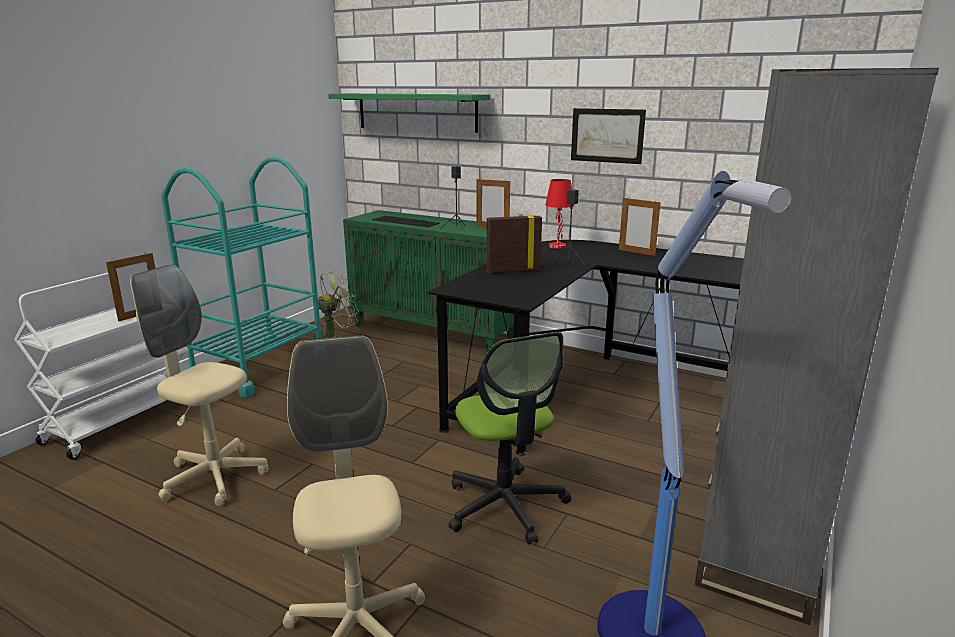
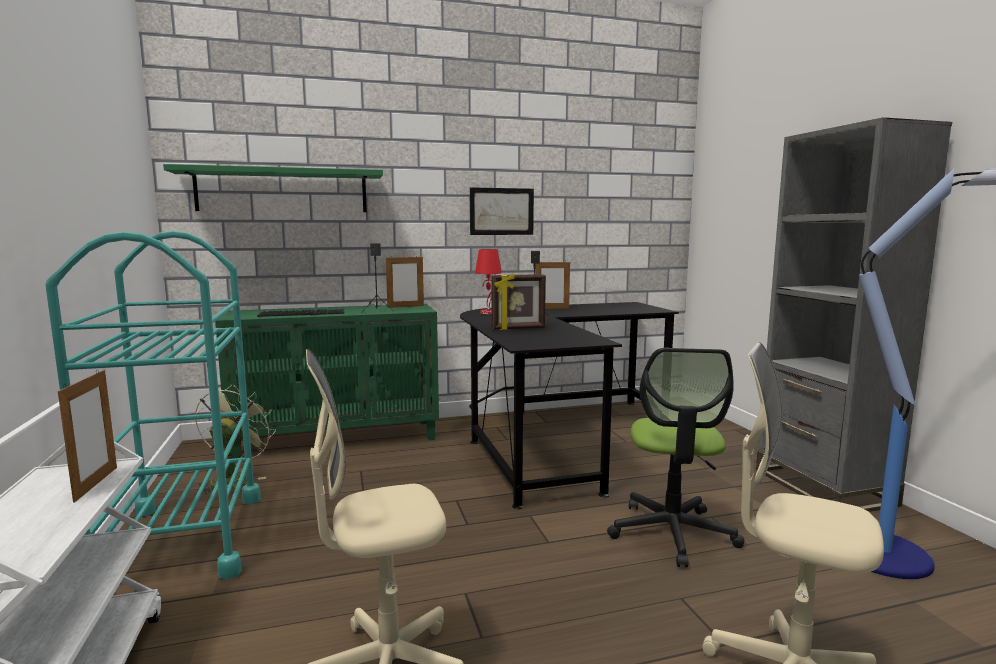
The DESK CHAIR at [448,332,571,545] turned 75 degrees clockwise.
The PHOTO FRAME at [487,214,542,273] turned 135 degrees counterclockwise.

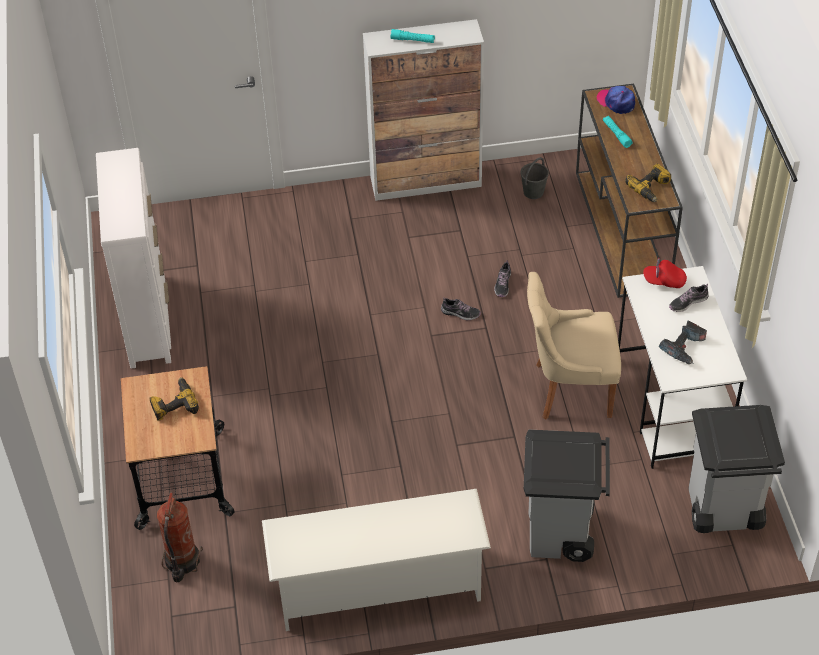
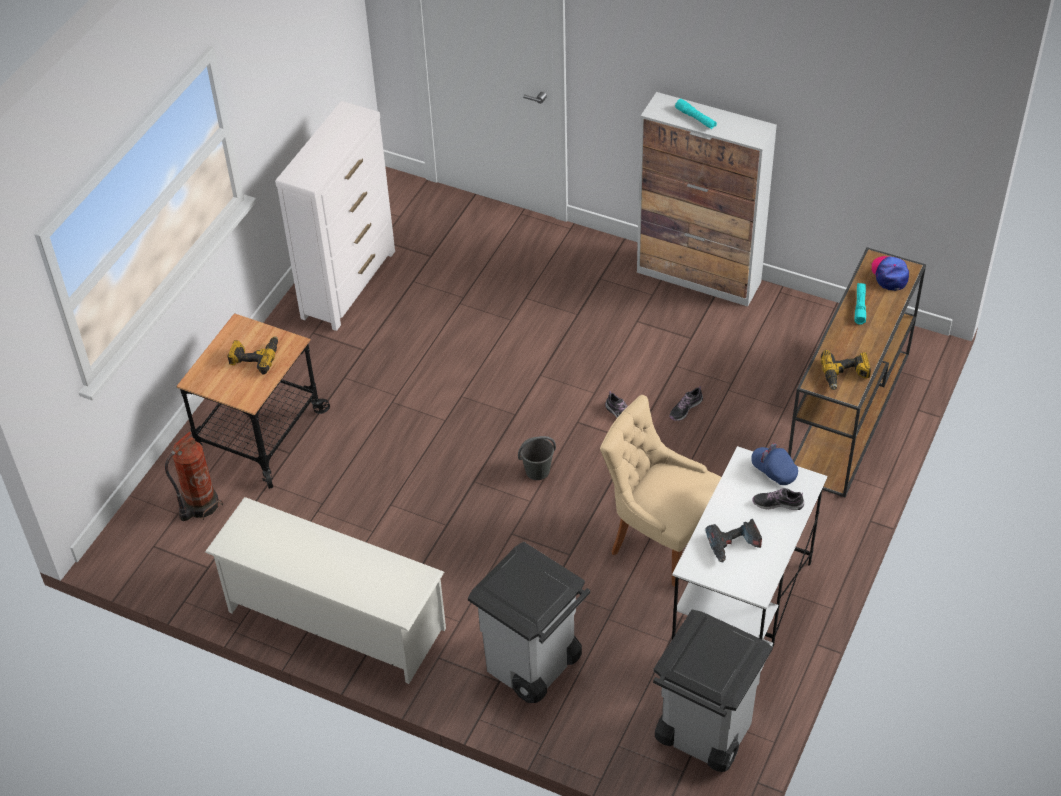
The GREYISH PAIL moved from [520,157,549,199] to [518,436,556,480].
The RED-COLOURED CAP at [643,258,687,288] became the BLUE-COLOURED CAP at [751,443,798,485].

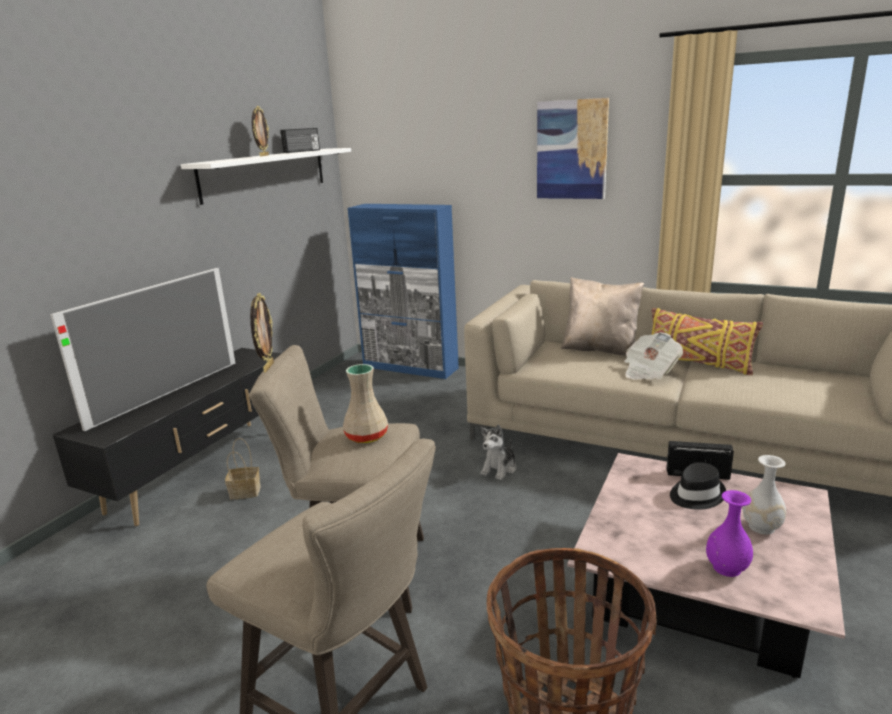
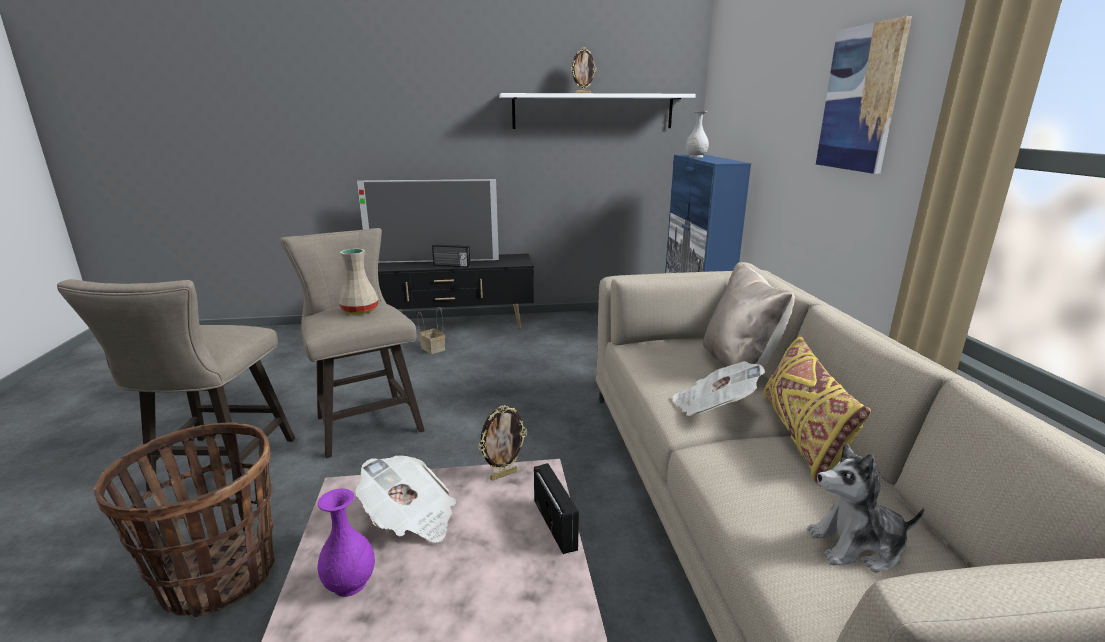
The BLACK-COLOURED WEARABLE HAT at [670,462,726,510] disappeared.
The DAILY PAPER at [355,456,456,543] appeared.
The PHOTO FRAME moved from [250,293,274,372] to [479,405,527,481].
The RADIO moved from [281,128,320,153] to [432,244,470,267].
The CUDDLY TOY moved from [480,425,516,480] to [807,443,924,573].
The WHITE VASE moved from [743,455,786,535] to [686,111,709,158].

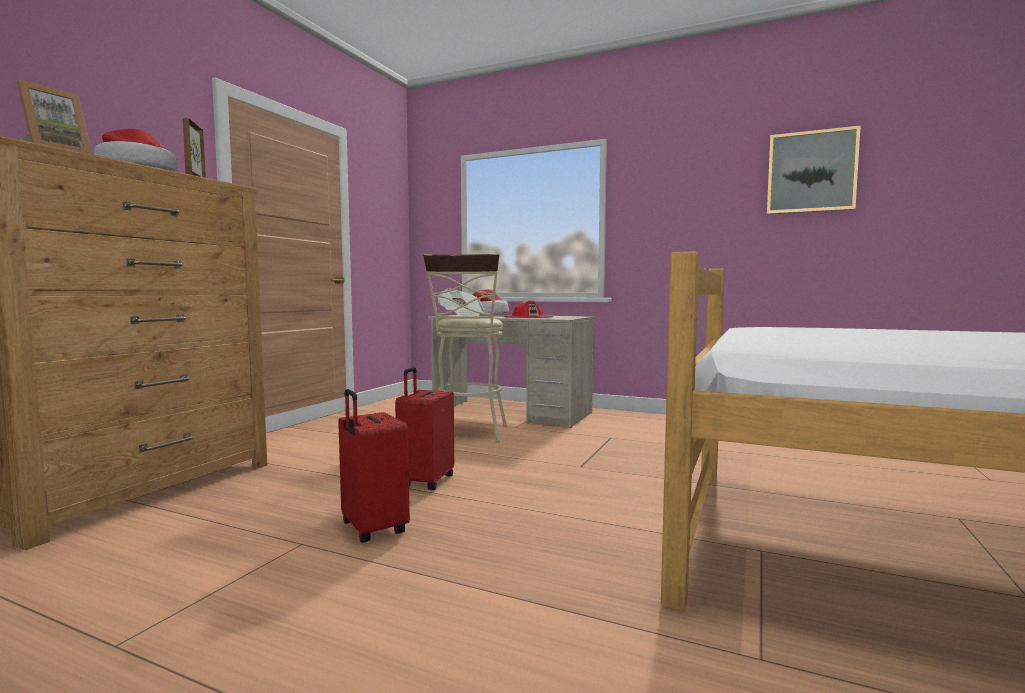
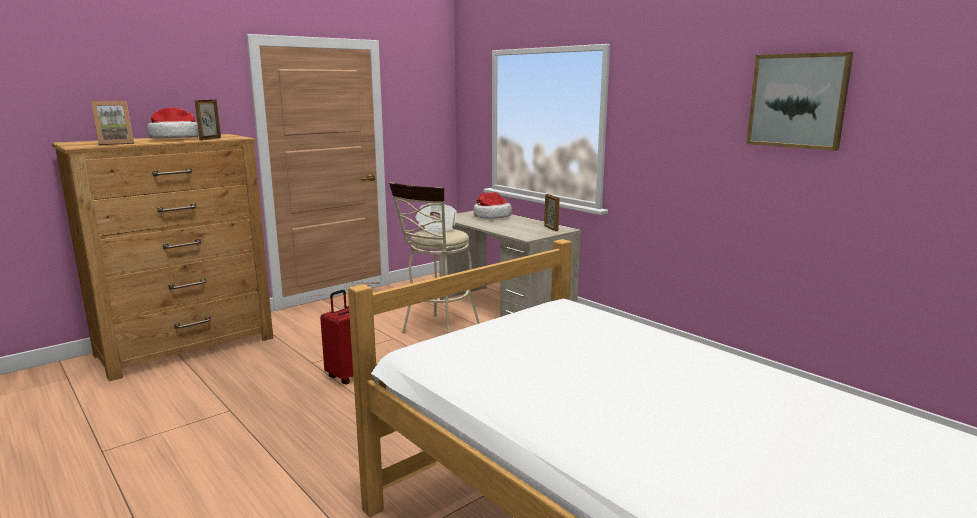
The RED-COLOURED PIECE OF LUGGAGE at [338,389,410,543] disappeared.
The RED-COLOURED WEARABLE HAT at [502,301,554,318] disappeared.
The PHOTO FRAME at [544,194,559,231] appeared.

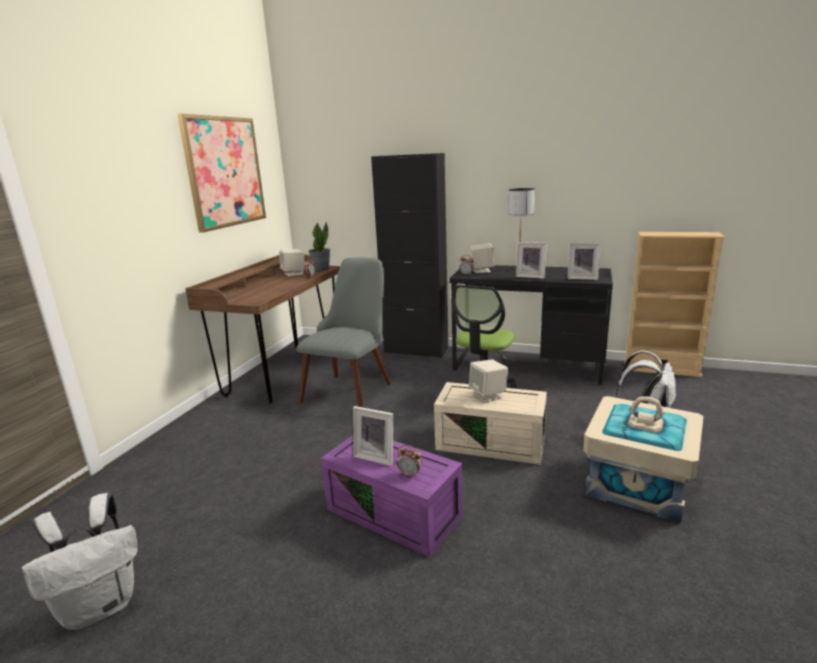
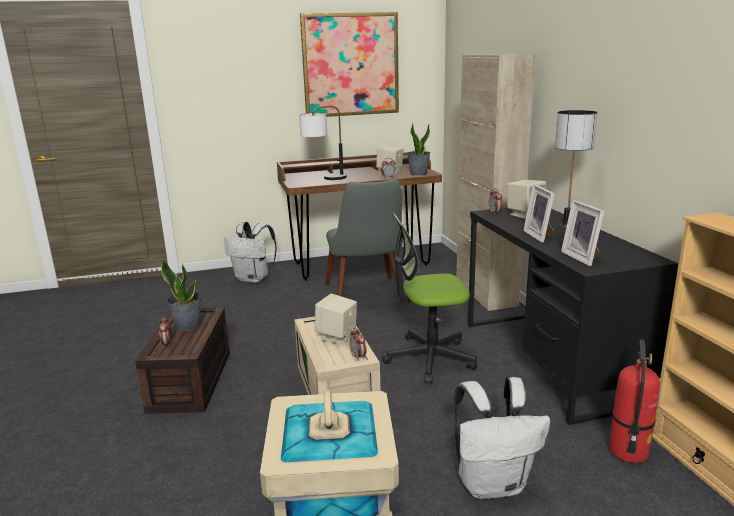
The TABLETOP LAMP at [299,106,347,180] appeared.
The TABLE CLOCK at [349,328,367,361] appeared.
The FIRE-FIGHTING CYLINDER at [609,339,660,463] appeared.
The WHITE RUCKSACK moved from [22,493,138,630] to [225,222,277,283].
The PHOTO FRAME at [353,406,393,466] was replaced by the PLANT IN A POT at [161,258,201,331].
The PURPLE STORAGE BIN at [321,435,463,557] became the BROWN-COLOURED STORAGE BIN at [135,307,230,414].
The BLACK-COLOURED CABINET at [371,153,448,358] became the SAND-COLOURED CABINET at [457,54,535,311].
The GREYISH UPRIGHT CHAIR at [296,258,391,408] turned 90 degrees clockwise.

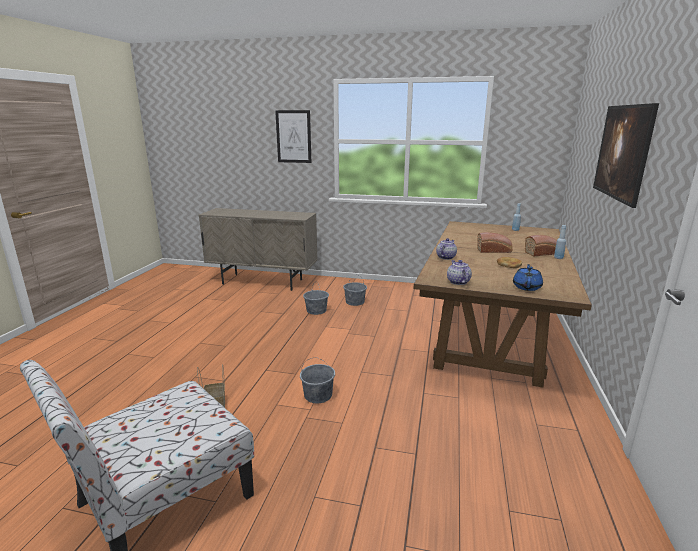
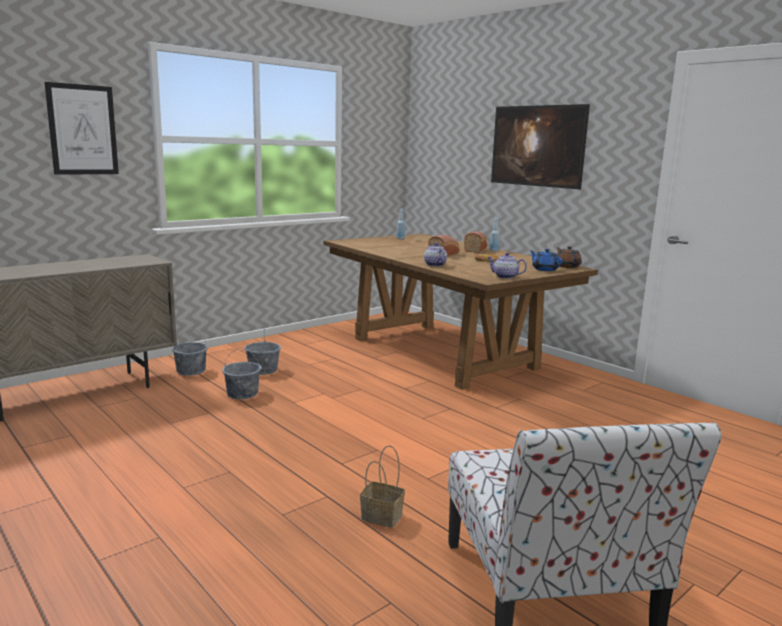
The BROWN-COLOURED POT FOR TEA at [556,246,582,268] appeared.
The GREYISH PAIL moved from [300,357,335,403] to [172,329,208,376].

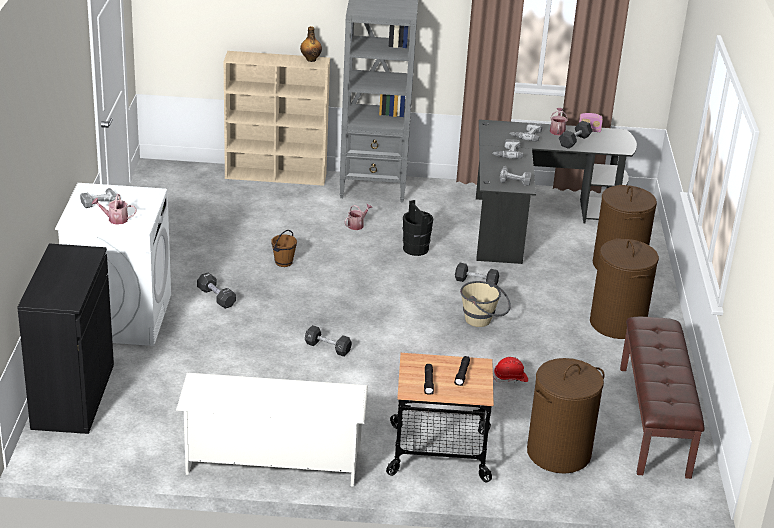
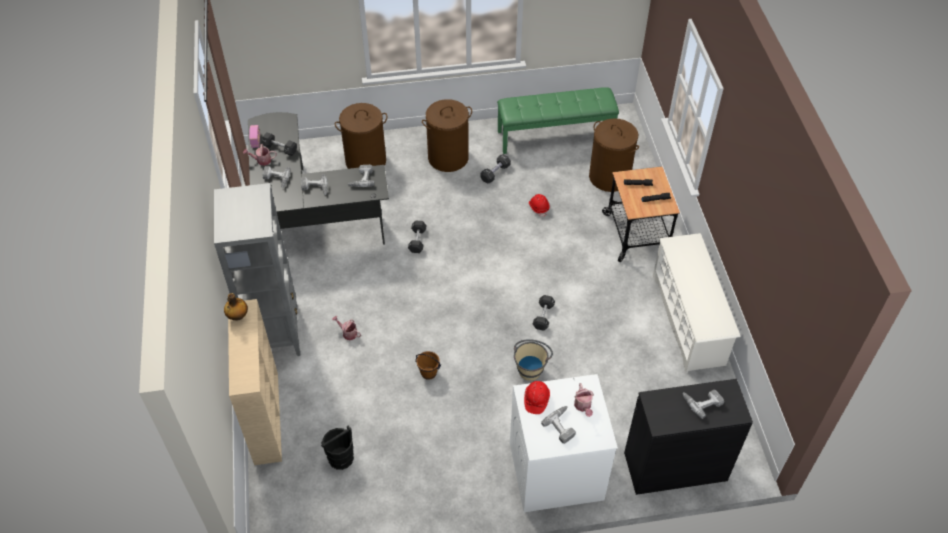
The RED-COLOURED HARD HAT at [524,381,550,414] appeared.
The DRILL at [683,390,724,419] appeared.
The BLACK-COLOURED FREE WEIGHT moved from [197,272,236,309] to [481,154,511,183].
The BLACK-COLOURED PAIL moved from [403,200,433,256] to [321,426,354,470].
The SAND-COLOURED PAIL moved from [460,280,511,327] to [514,339,553,381].
The BROWN-COLOURED LONG SEAT at [620,317,705,479] became the GREEN-COLOURED LONG SEAT at [497,87,619,154].

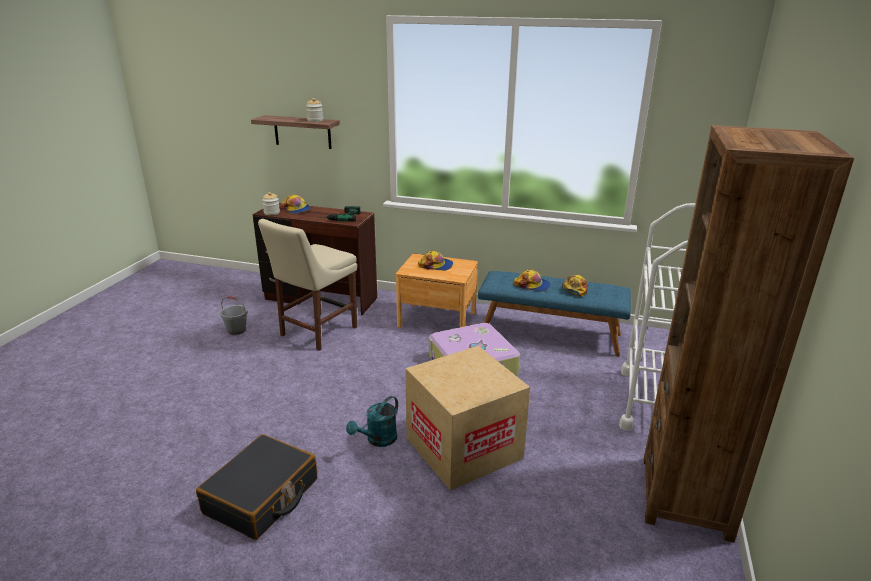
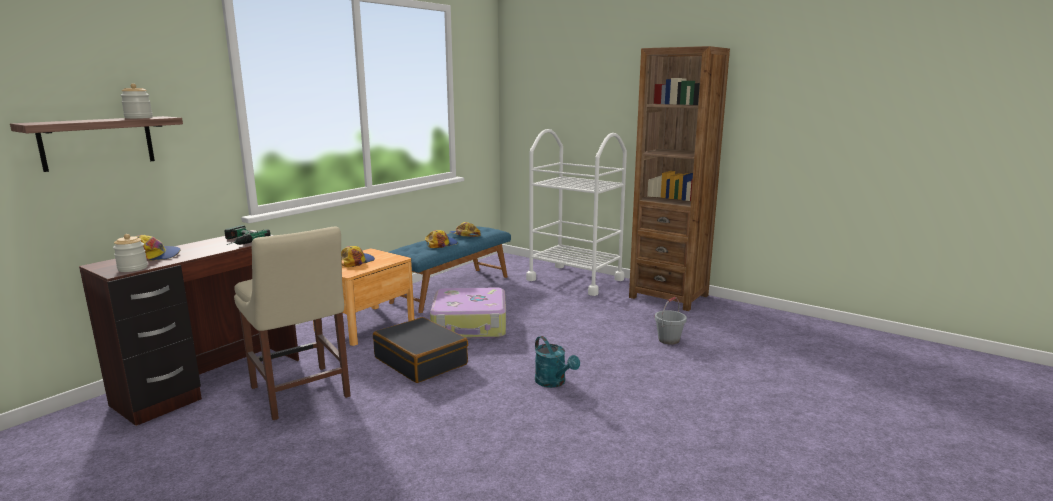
The CARTON at [405,346,530,491] disappeared.
The BLACK-COLOURED PIECE OF LUGGAGE moved from [196,434,317,540] to [373,317,468,383].
The GREYISH PAIL moved from [220,296,248,335] to [655,297,687,345].

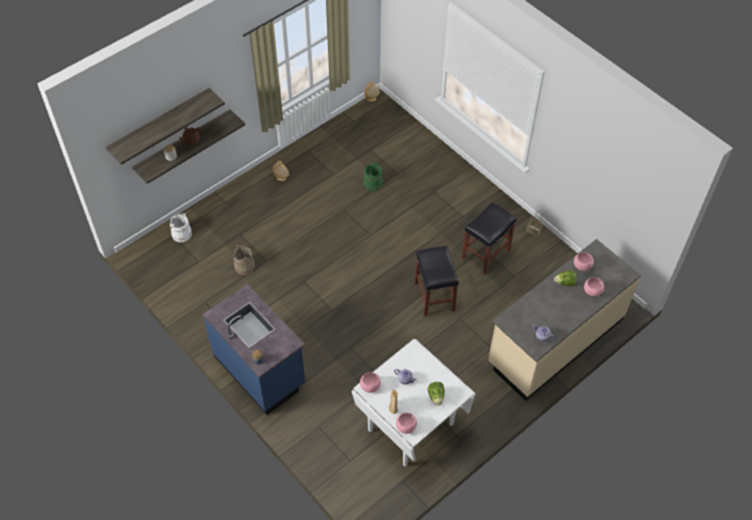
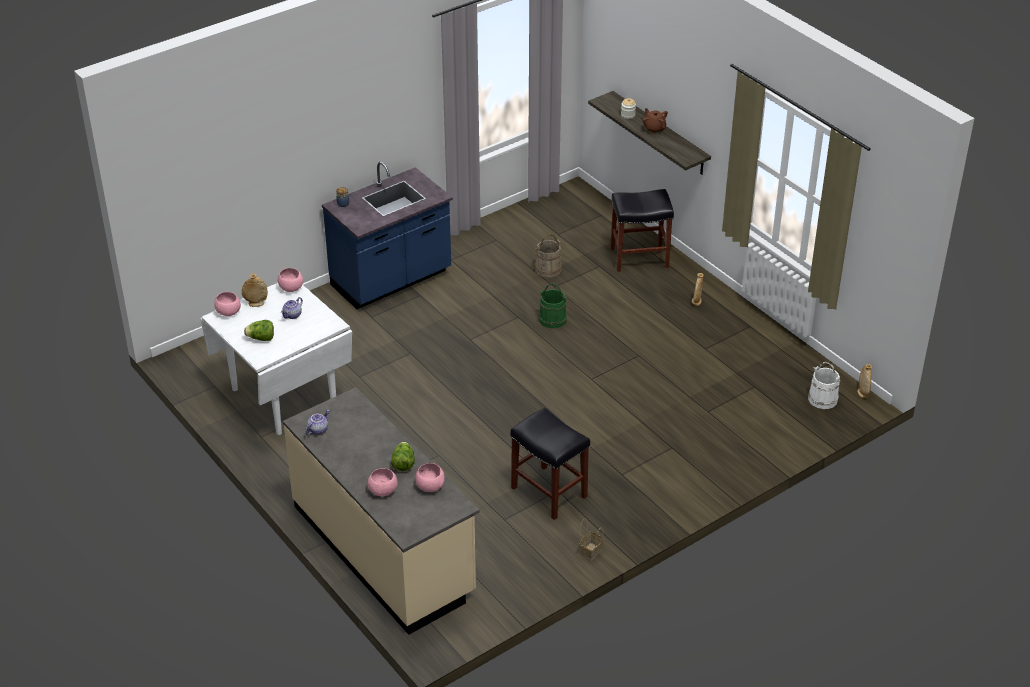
The WALL SHELF at [106,88,225,165] disappeared.
The WHITE PAIL moved from [170,212,192,242] to [808,362,840,409].
The GREEN-COLOURED PAIL moved from [363,161,383,191] to [539,283,567,328].
The BLACK-COLOURED STOOL moved from [415,246,459,317] to [610,189,674,272].

